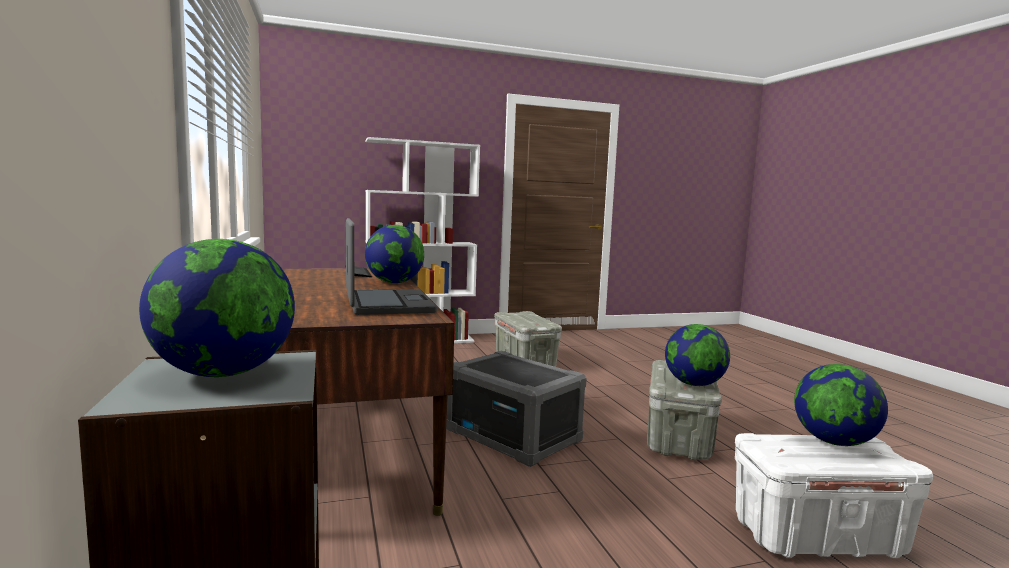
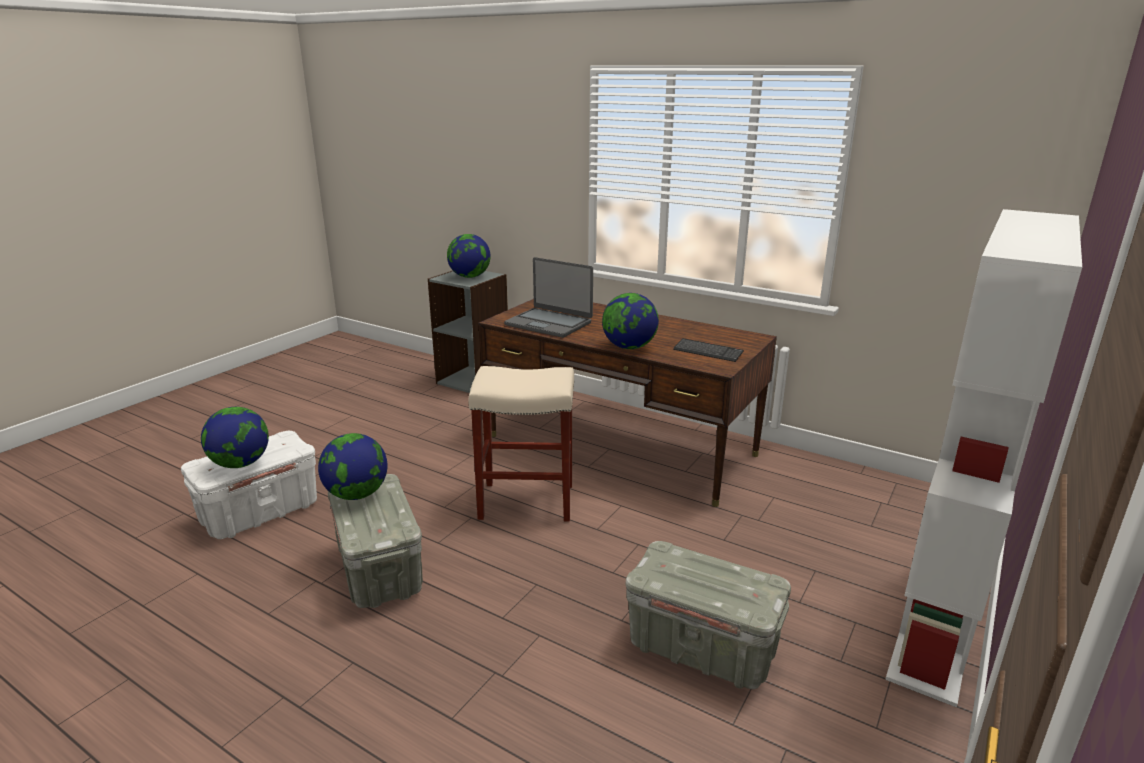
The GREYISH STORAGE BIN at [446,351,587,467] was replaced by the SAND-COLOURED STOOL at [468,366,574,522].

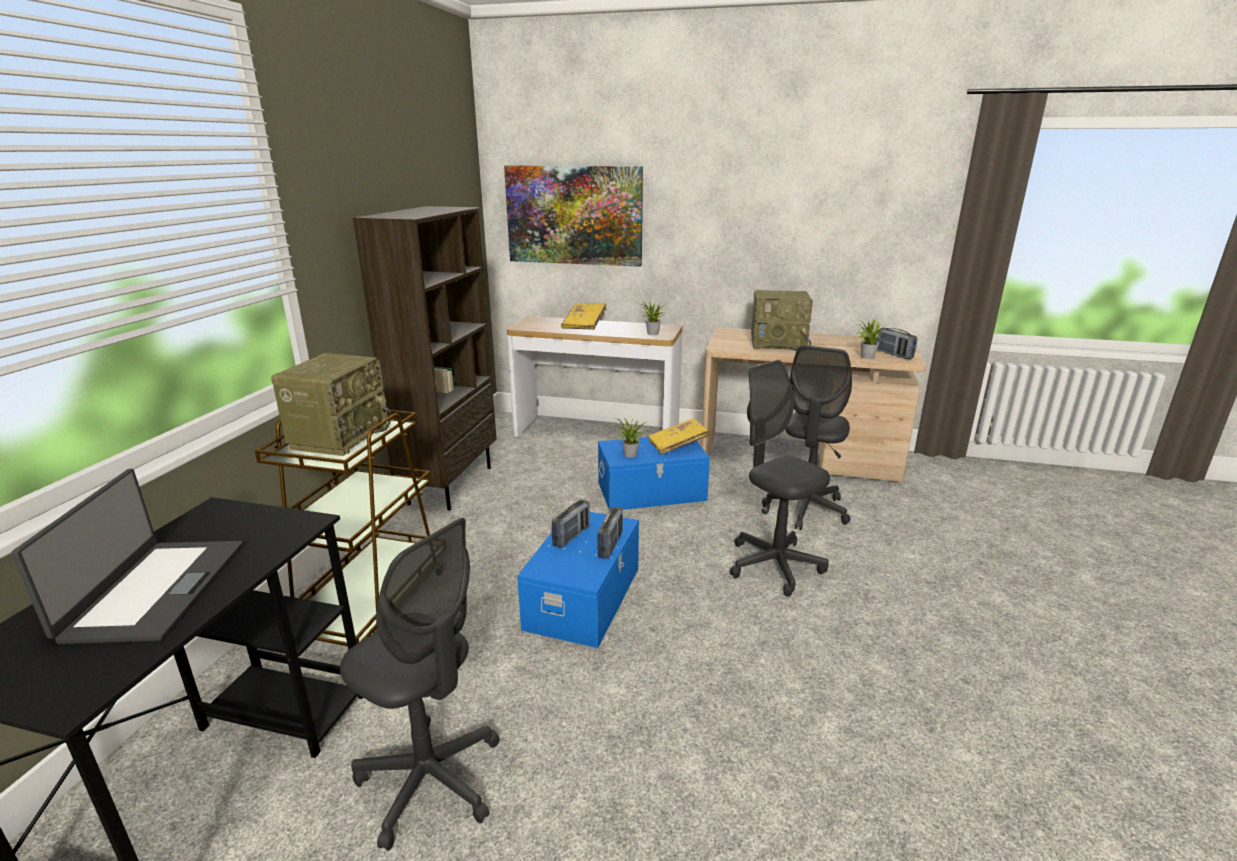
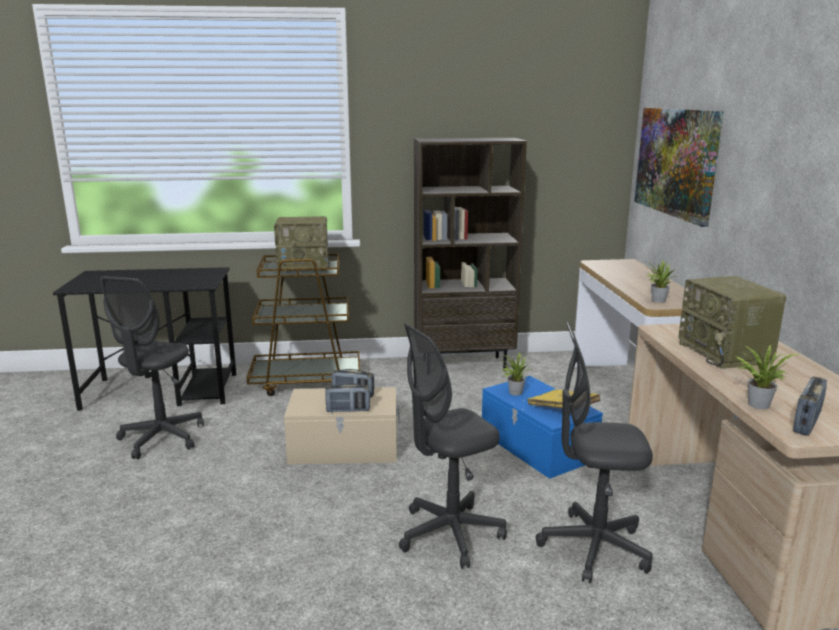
The PORTABLE COMPUTER at [11,469,243,644] disappeared.
The YELLOW-COLOURED BOUND BOOK at [561,303,606,330] disappeared.
The BLUE-COLOURED STORAGE BIN at [517,512,639,648] became the SAND-COLOURED STORAGE BIN at [284,387,400,464].
The GREYISH DESK CHAIR at [730,360,830,597] turned 150 degrees counterclockwise.

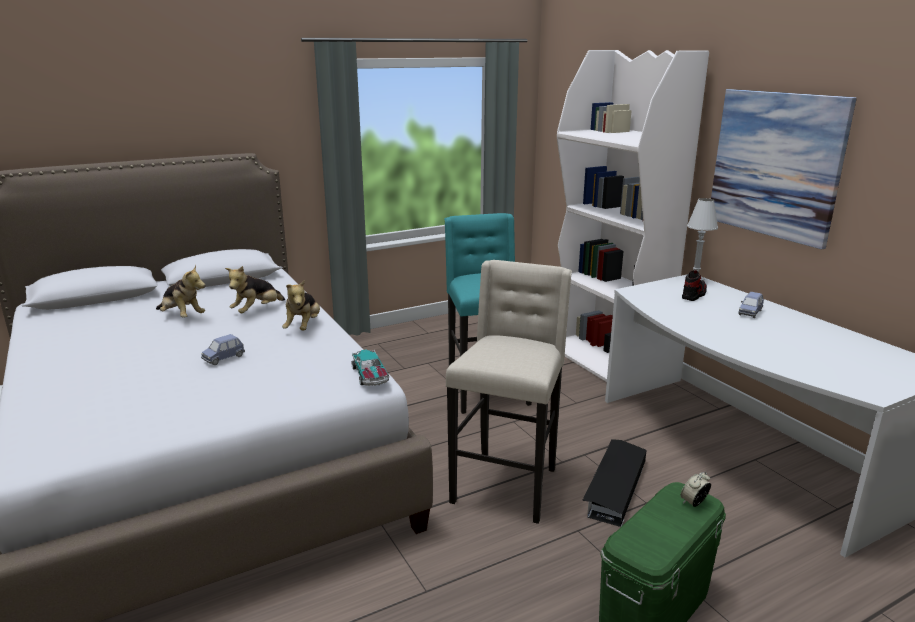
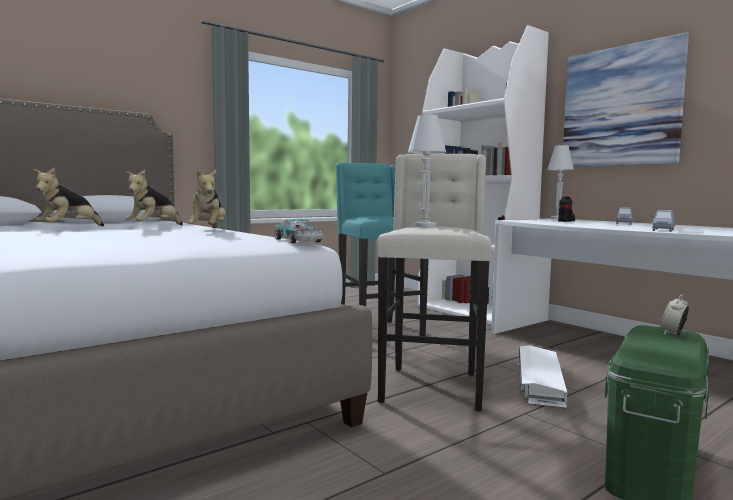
The WHITE TABLETOP LAMP at [408,114,446,228] appeared.
The BLUE-COLOURED MODEL CAR moved from [201,334,245,365] to [652,210,676,232].
The BLACK-COLOURED STORAGE BIN at [582,439,647,527] became the WHITE STORAGE BIN at [519,345,567,408].
The CUDDLY TOY at [156,265,205,318] turned 90 degrees clockwise.

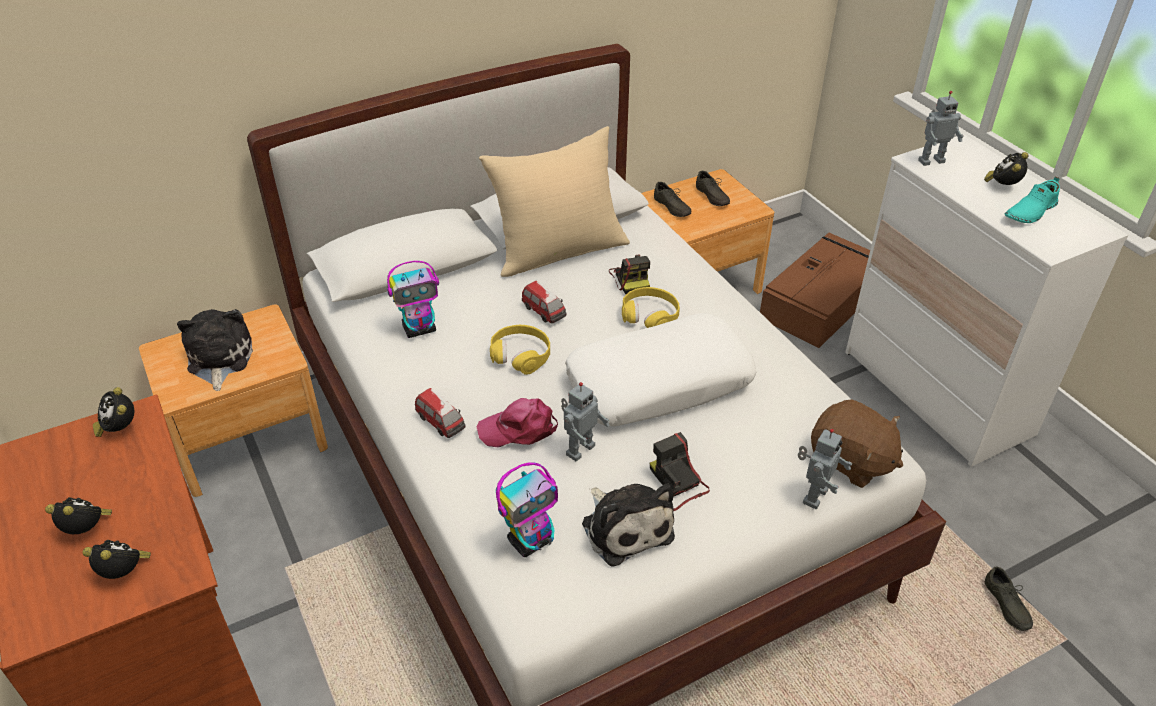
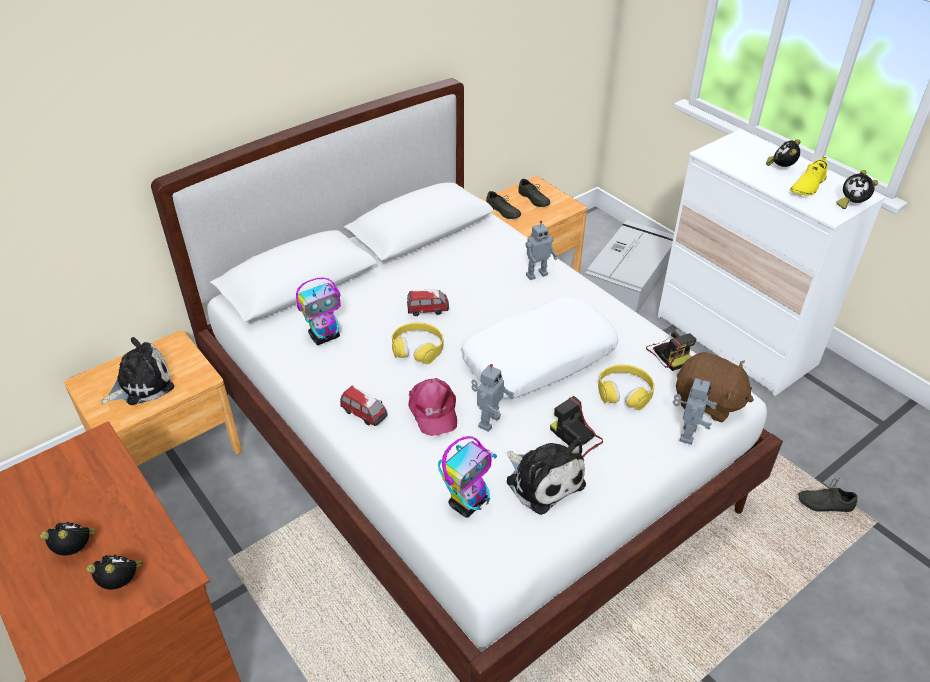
The SAND-COLOURED THROW PILLOW at [479,126,630,277] disappeared.
The TABLE CLOCK moved from [93,387,135,437] to [836,170,878,209].
The PHOTO CAMERA moved from [609,255,650,294] to [646,331,696,371].
The YELLOW-COLOURED PAIR OF HEADPHONES moved from [622,287,680,328] to [598,365,654,410].
The TOY ROBOT moved from [918,91,964,166] to [525,221,558,280].
The BROWN-COLOURED STORAGE BIN at [760,233,870,348] became the GREYISH STORAGE BIN at [585,220,674,313].
The TURQUOISE SHOE at [1005,176,1060,223] became the YELLOW-COLOURED SHOE at [790,157,828,196].
The CUDDLY TOY at [177,309,253,391] turned 75 degrees clockwise.
The PINK CAP at [477,398,558,448] turned 90 degrees counterclockwise.
The MODEL CAR at [522,281,566,324] turned 45 degrees counterclockwise.
The GREYISH SHOE at [985,566,1033,631] turned 120 degrees clockwise.

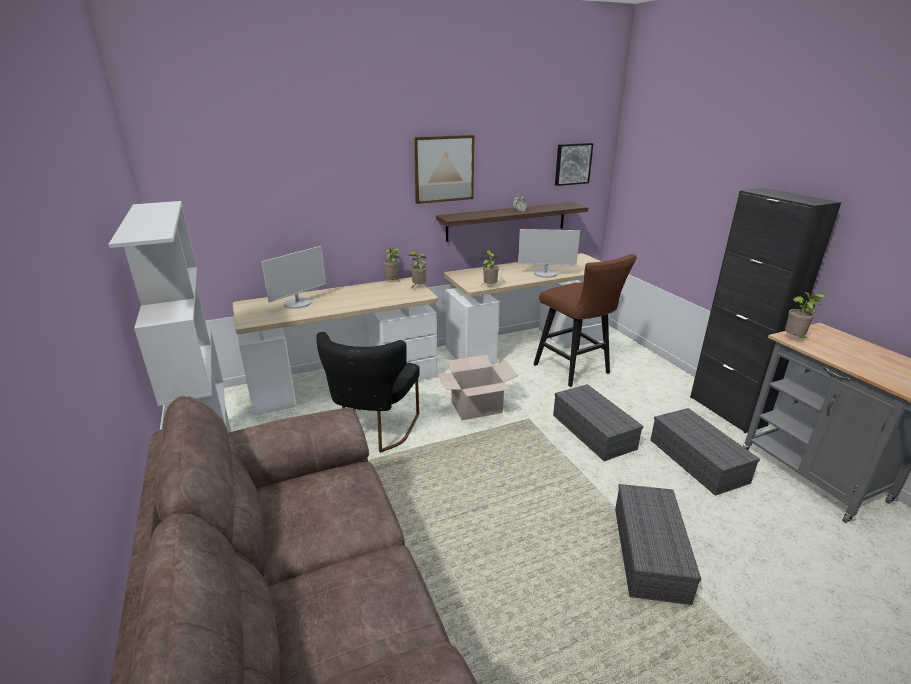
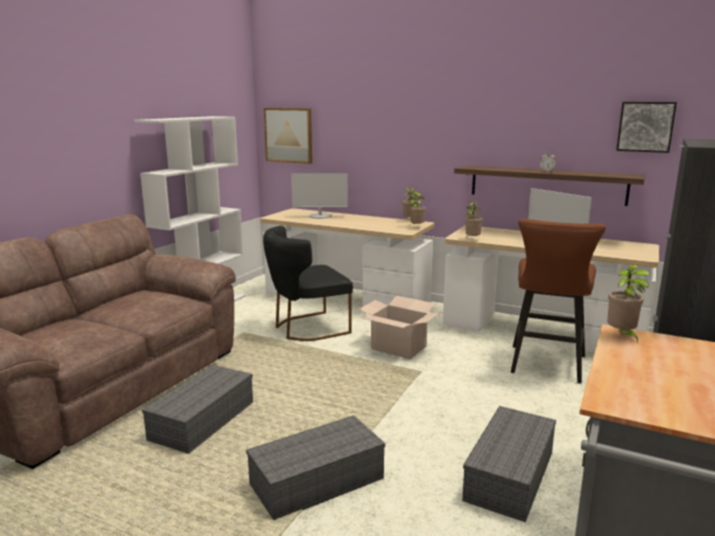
The PICTURE moved from [413,135,474,204] to [264,108,312,164].
The GREYISH STORAGE BIN moved from [553,384,643,461] to [142,365,253,454].

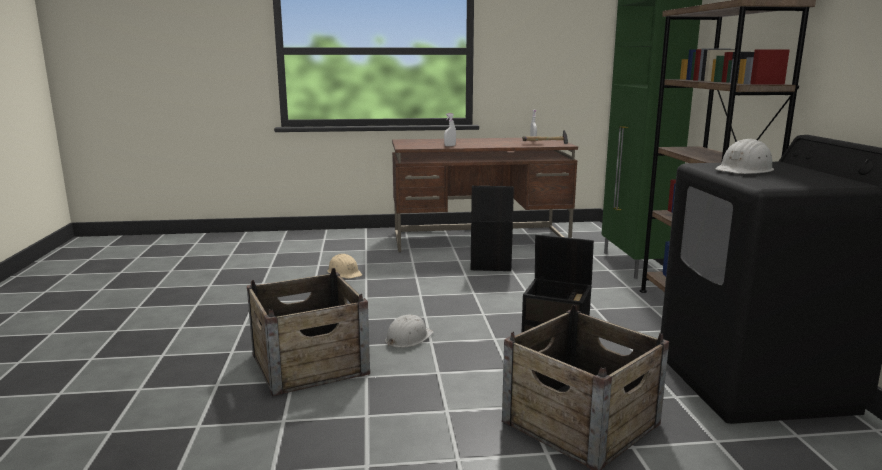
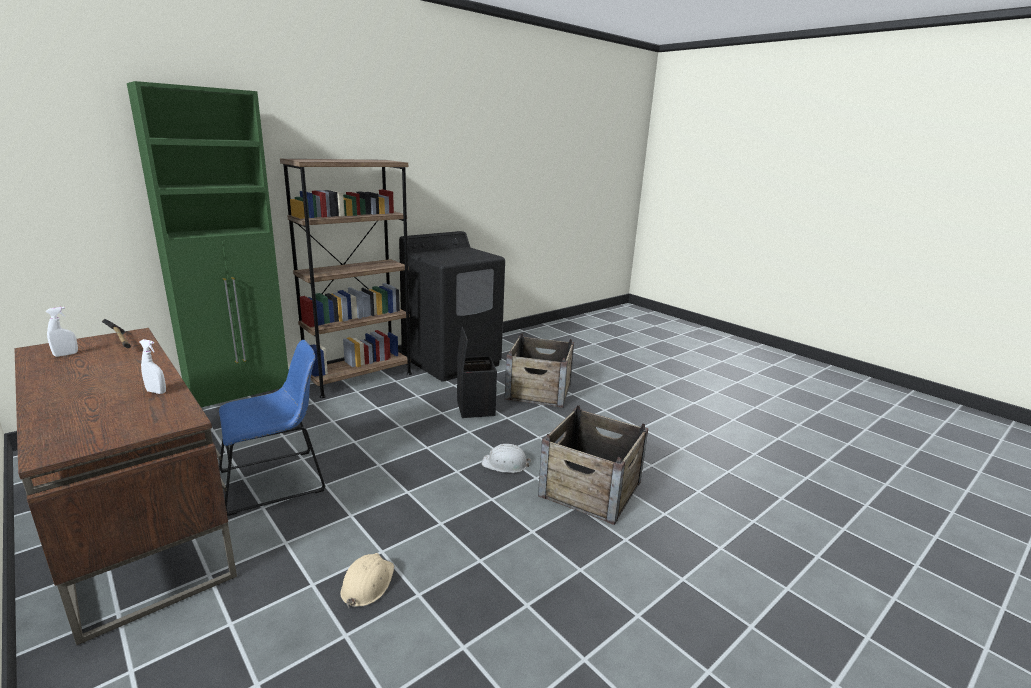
The WHITE HARD HAT at [715,139,774,174] disappeared.
The BLACK-COLOURED STORAGE BIN at [471,186,514,271] was replaced by the BLUE-COLOURED UPRIGHT CHAIR at [219,340,325,516].

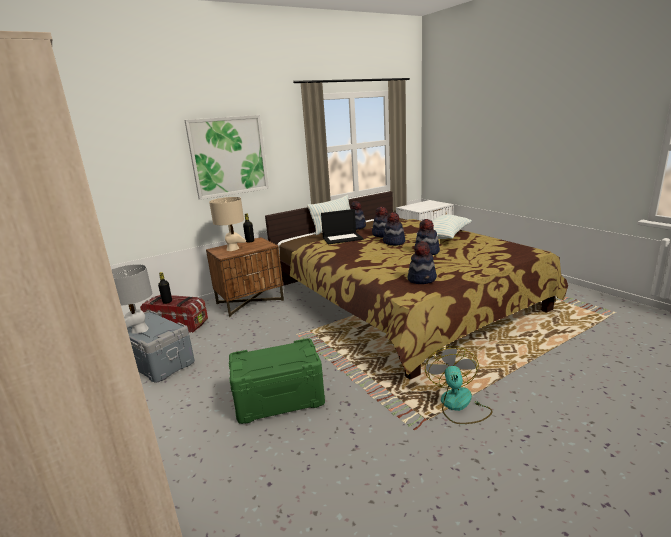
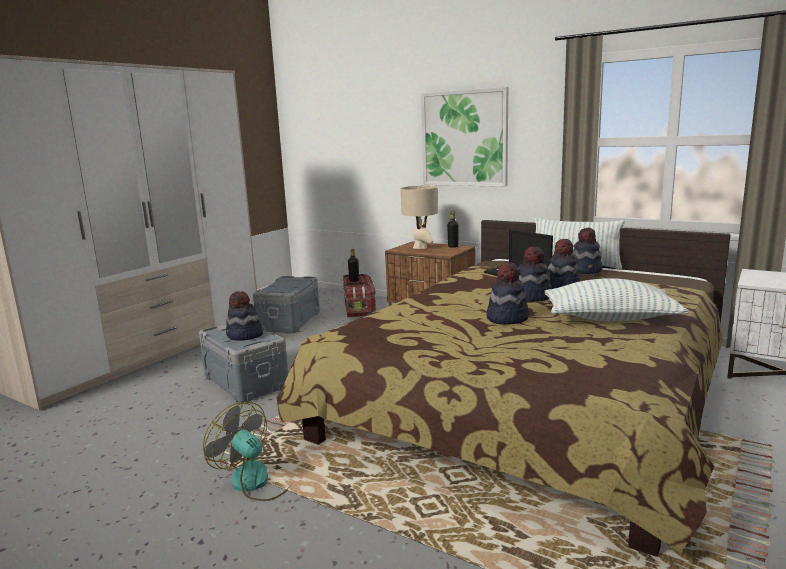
The GREYISH TABLETOP LAMP at [111,264,152,334] disappeared.
The WEARABLE HAT moved from [408,241,437,284] to [226,291,263,341].
The GREEN-COLOURED STORAGE BIN at [229,338,325,424] became the GREYISH STORAGE BIN at [199,325,288,402].
The ELECTRIC FAN at [425,346,493,424] turned 120 degrees counterclockwise.

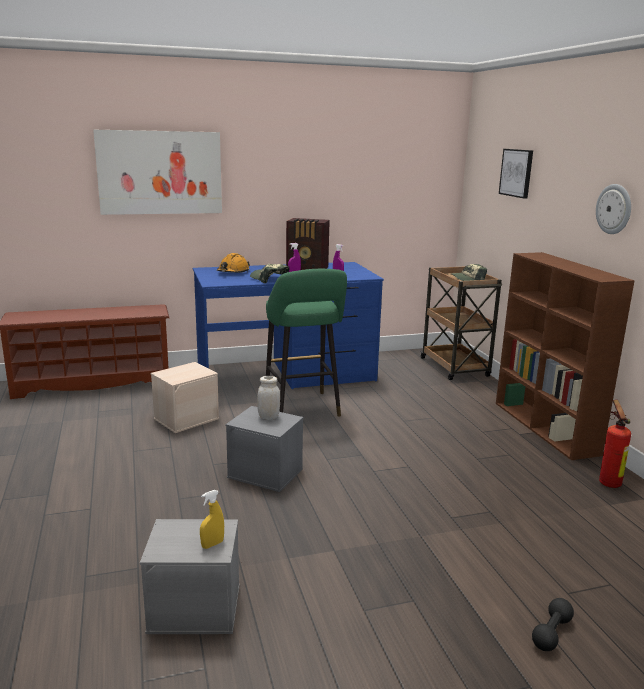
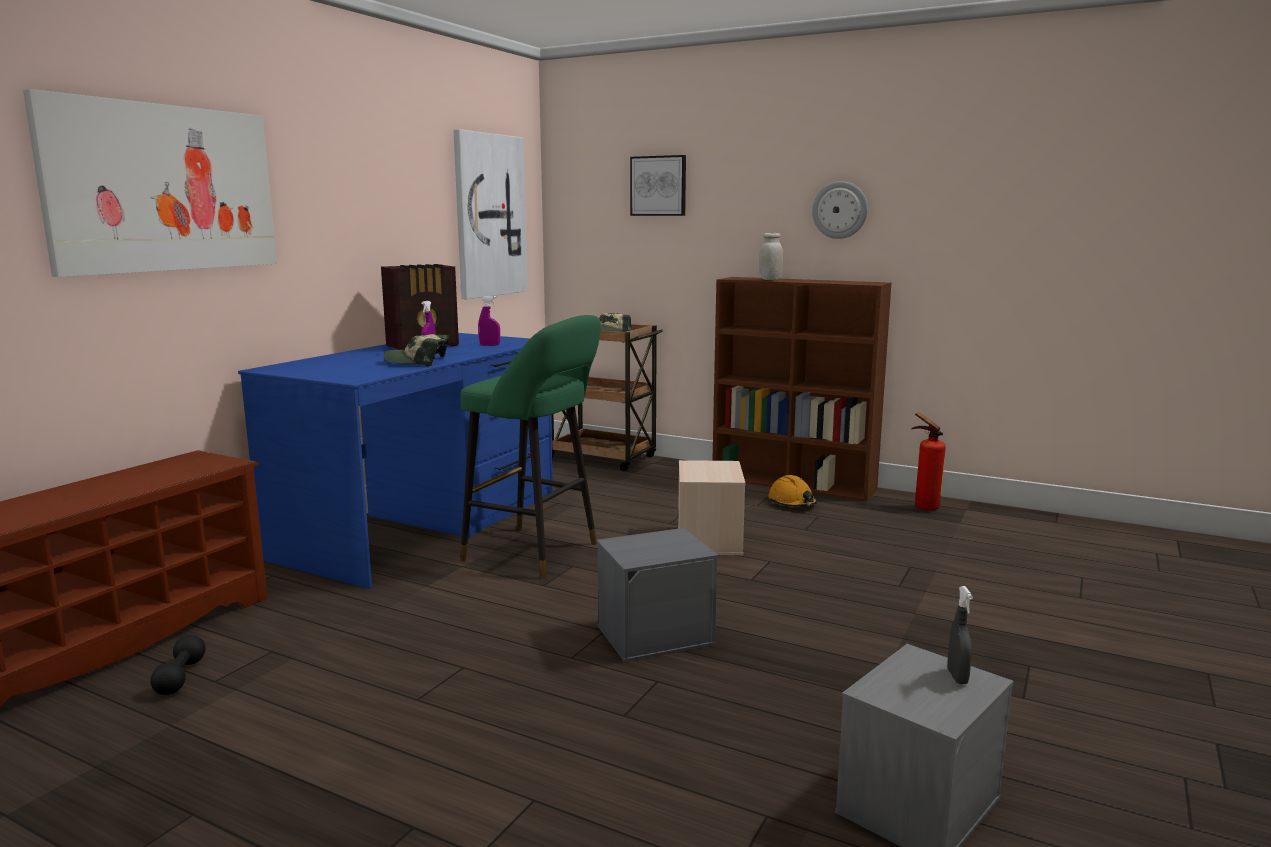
The PICTURE at [454,129,528,299] appeared.
The SAND-COLOURED STORAGE BIN moved from [151,362,219,433] to [678,460,746,555].
The ORANGEY HARD HAT moved from [217,253,250,273] to [768,475,817,507].
The WHITE STORAGE JAR moved from [257,376,280,420] to [759,233,783,280].
The BLACK-COLOURED FREE WEIGHT moved from [532,598,574,651] to [150,635,206,695].
The YELLOW-COLOURED SPRAYER at [200,490,224,549] became the GREYISH SPRAYER at [947,586,973,684].

